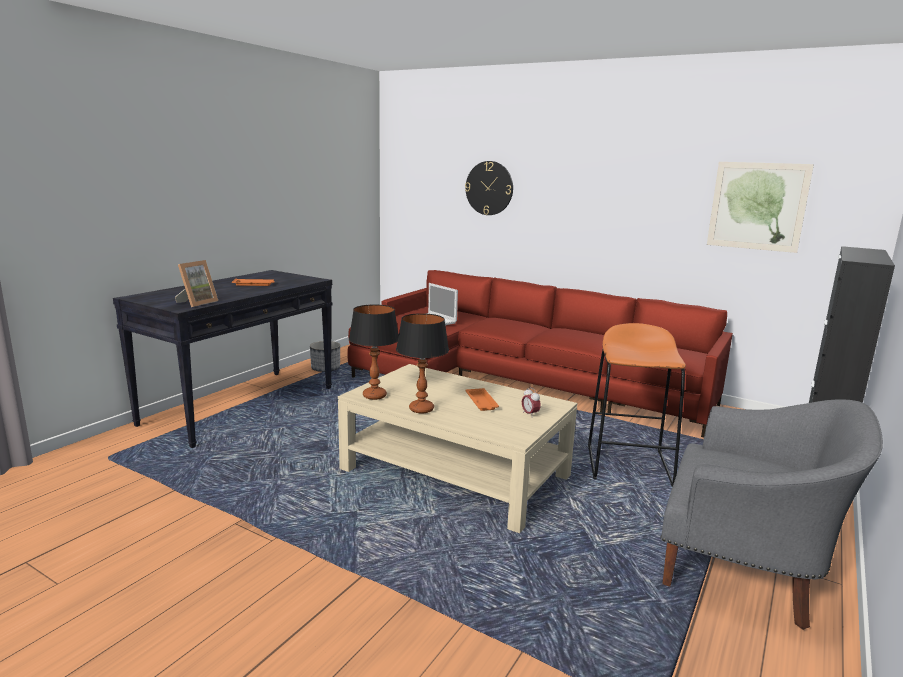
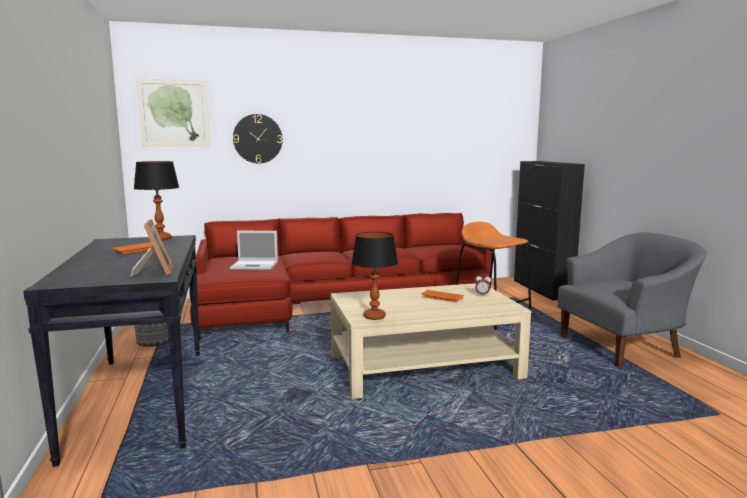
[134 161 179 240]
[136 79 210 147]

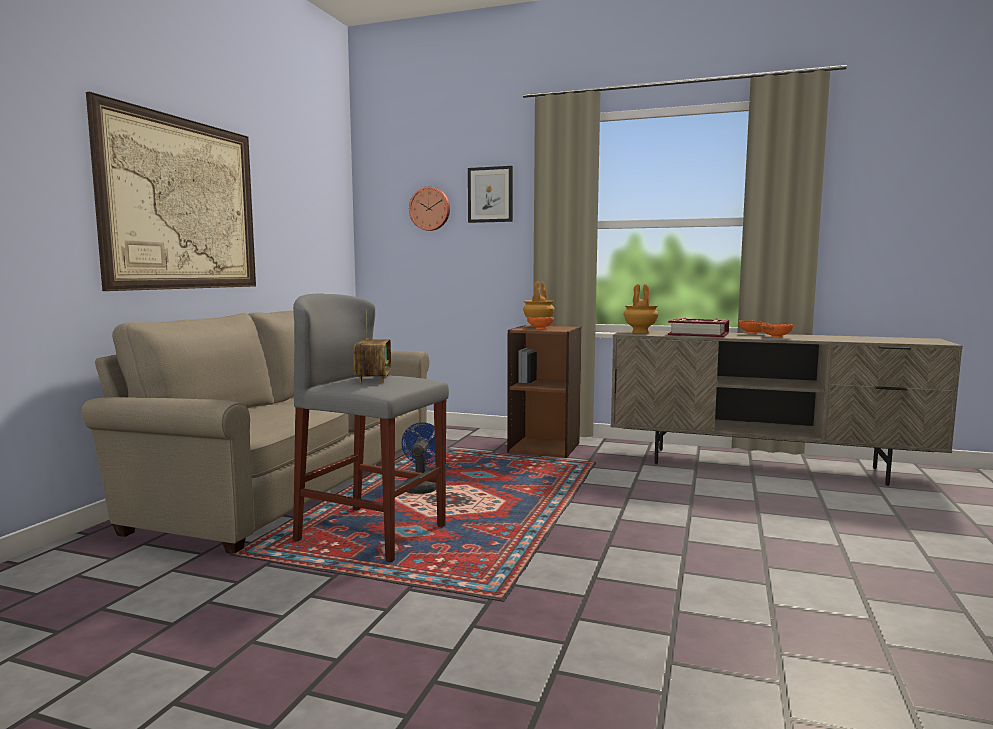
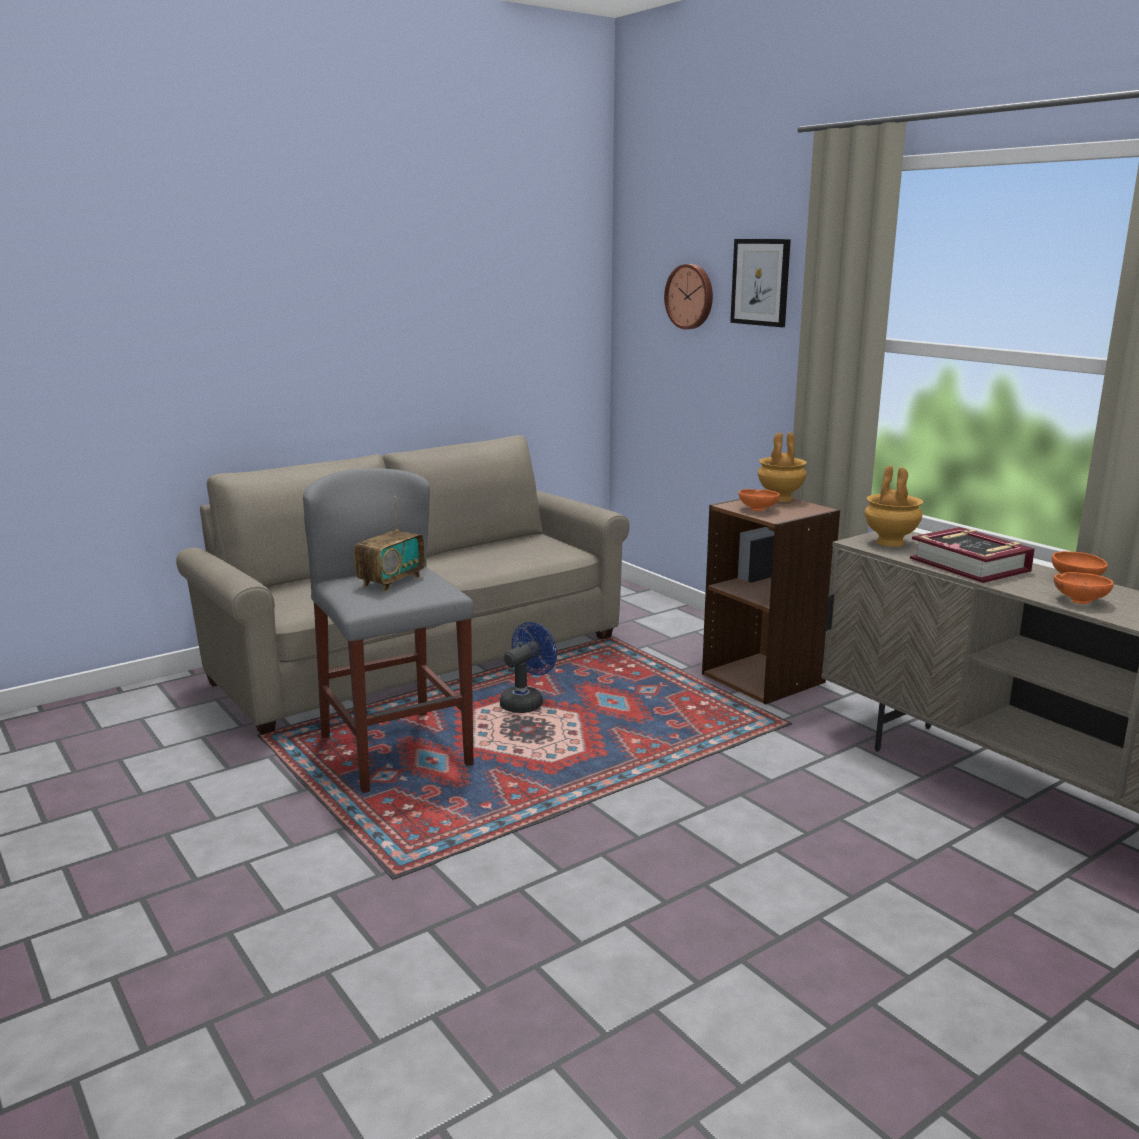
[86 92 256 291] (first image)

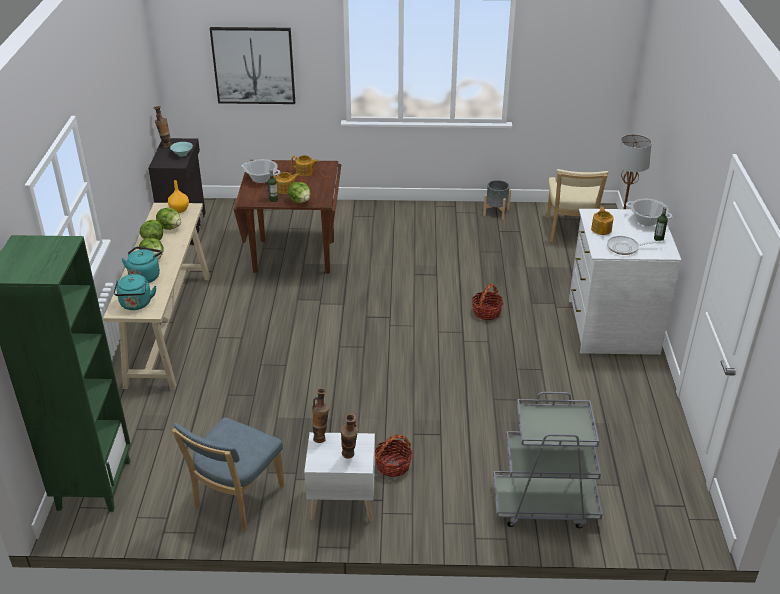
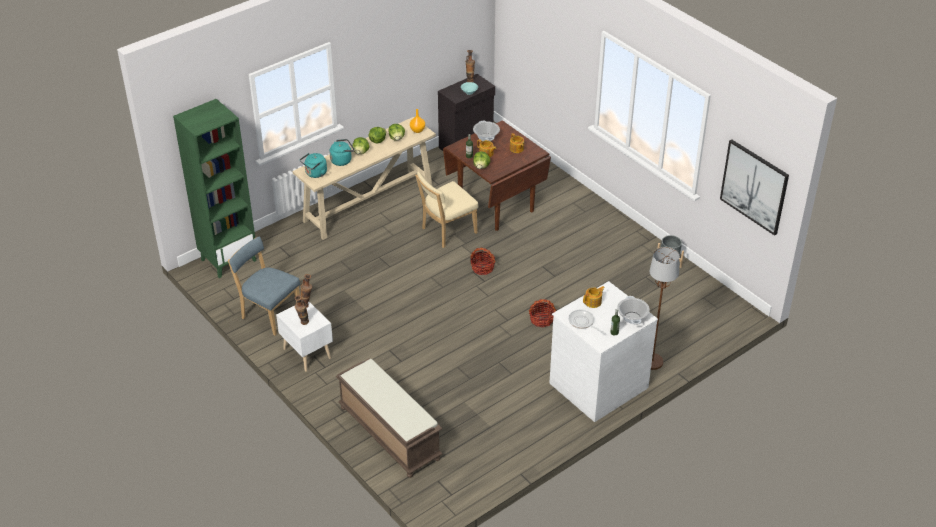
[228 237 300 336]
[720 140 789 236]
[470 247 496 275]
[336 358 443 478]
[415 172 479 248]

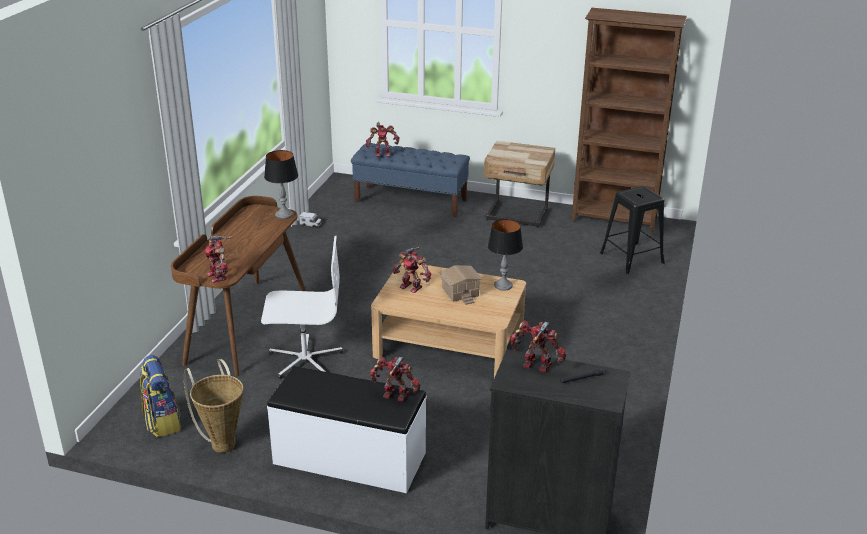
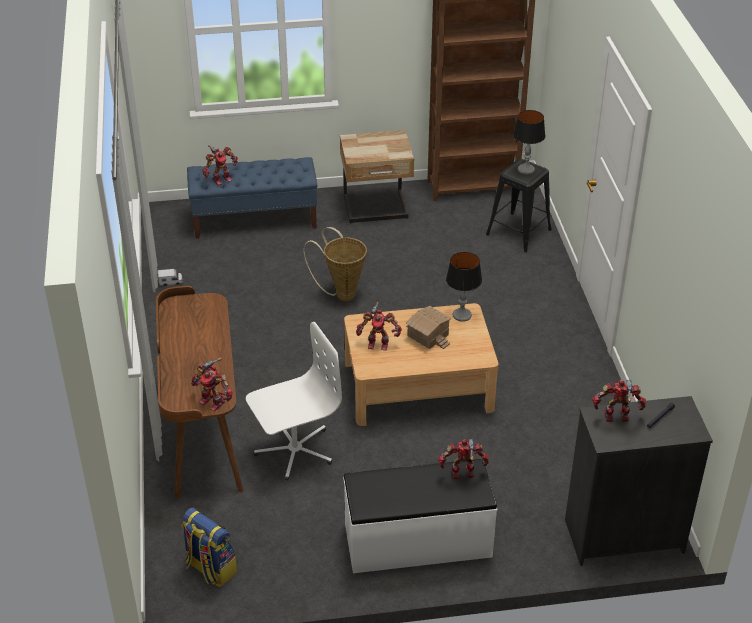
[304 227 367 301]
[513 110 545 175]

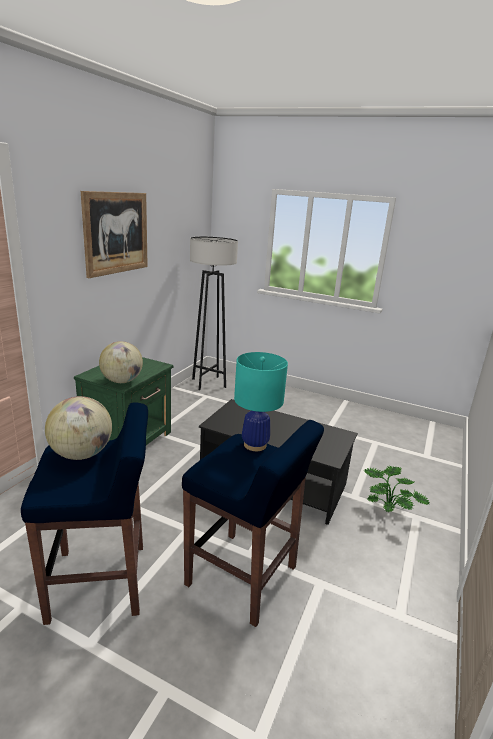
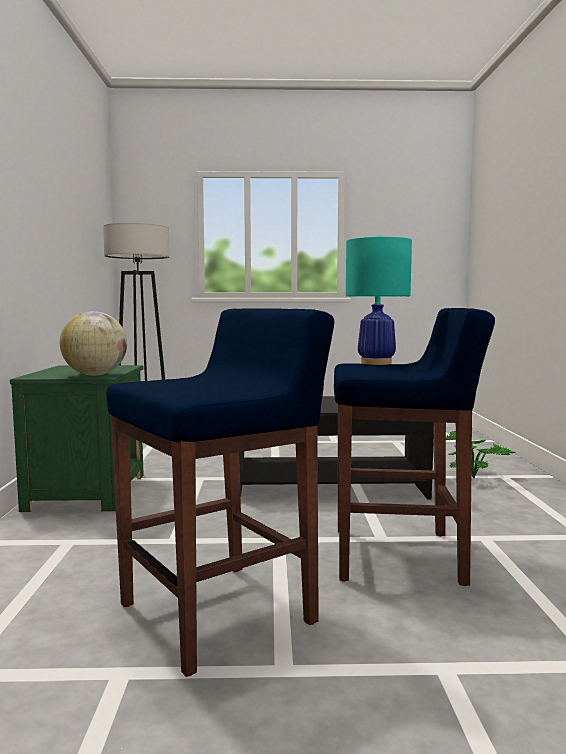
[45 396 112 460] (first image)
[81 191 148 278] (first image)

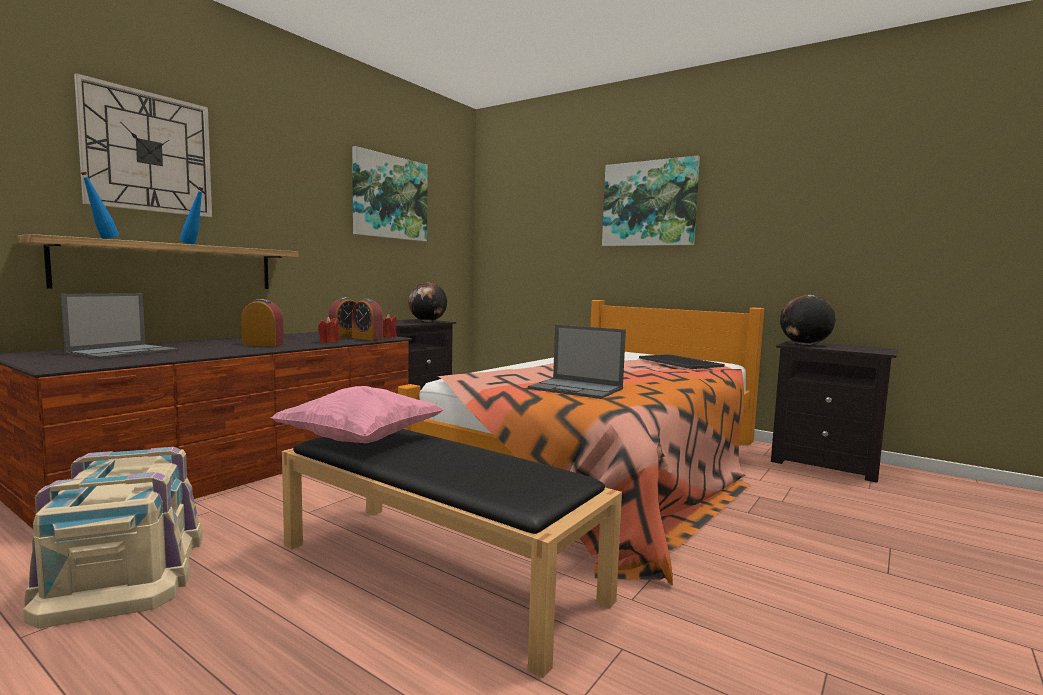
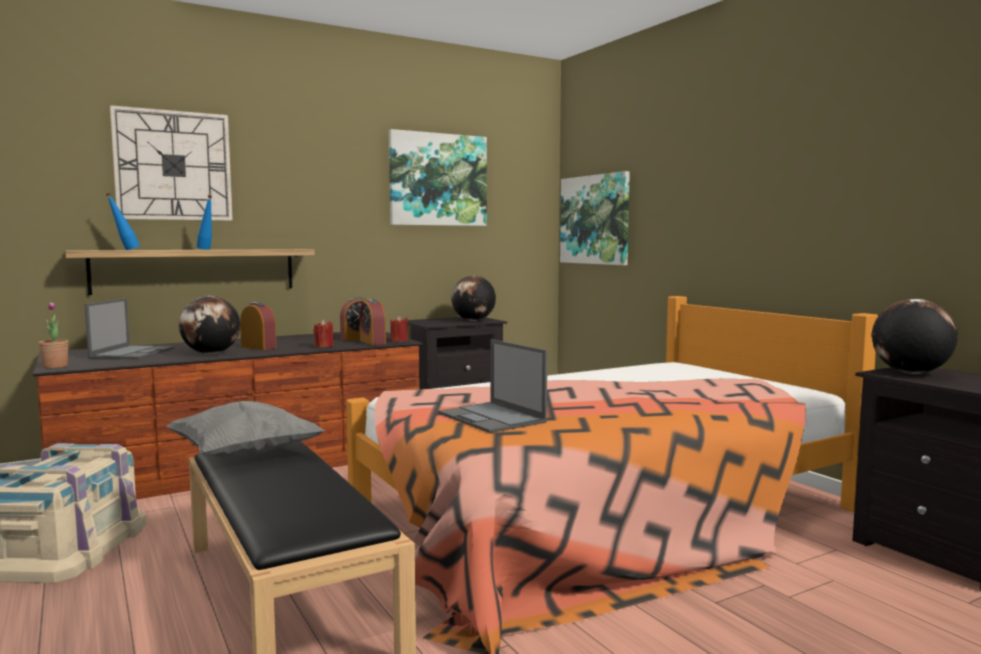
[84 298 174 359]
[166 401 325 459]
[560 171 630 265]
[639 354 724 369] (first image)
[39 302 68 368]
[179 296 240 354]

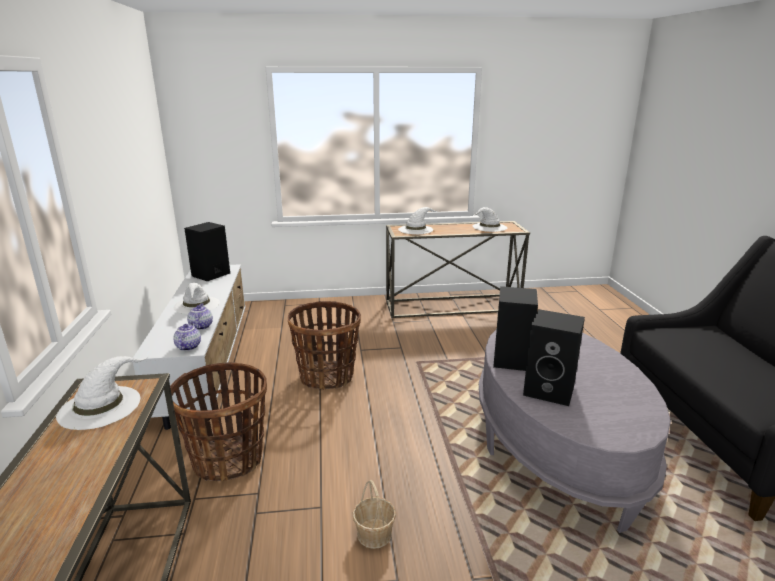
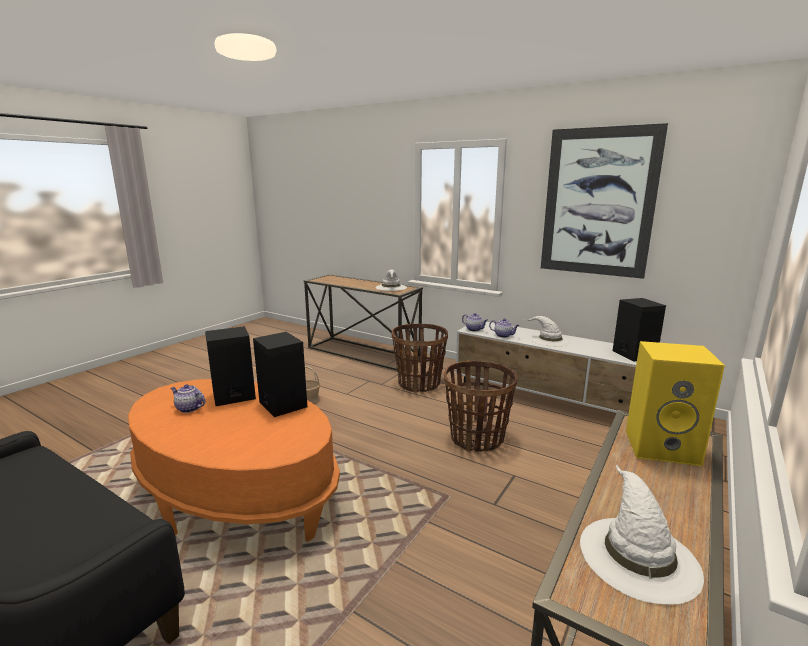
[626 341 725 466]
[128 379 340 542]
[171 384 206 413]
[541 123 668 279]

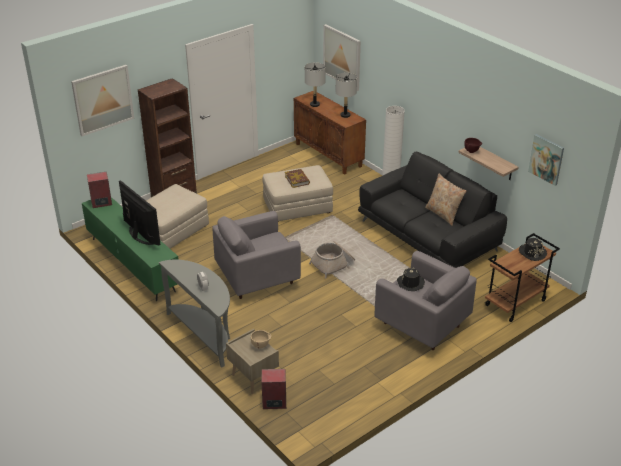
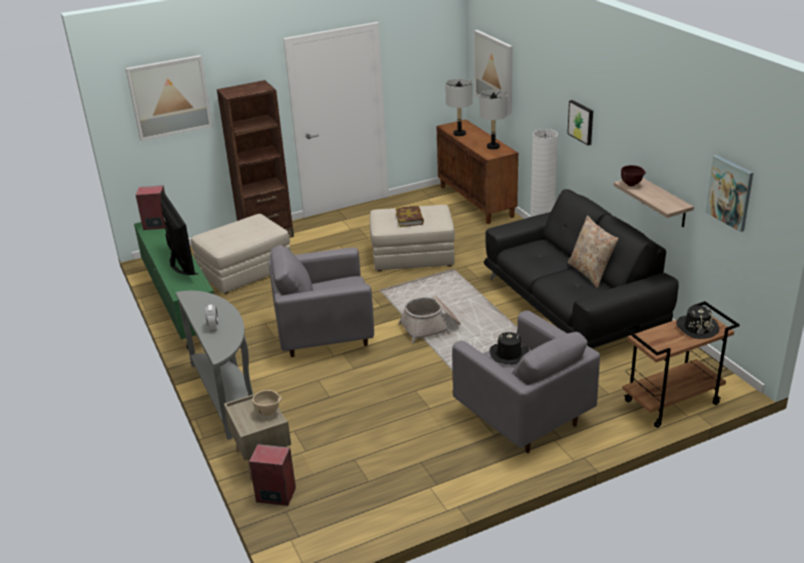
[567 100 593 145]

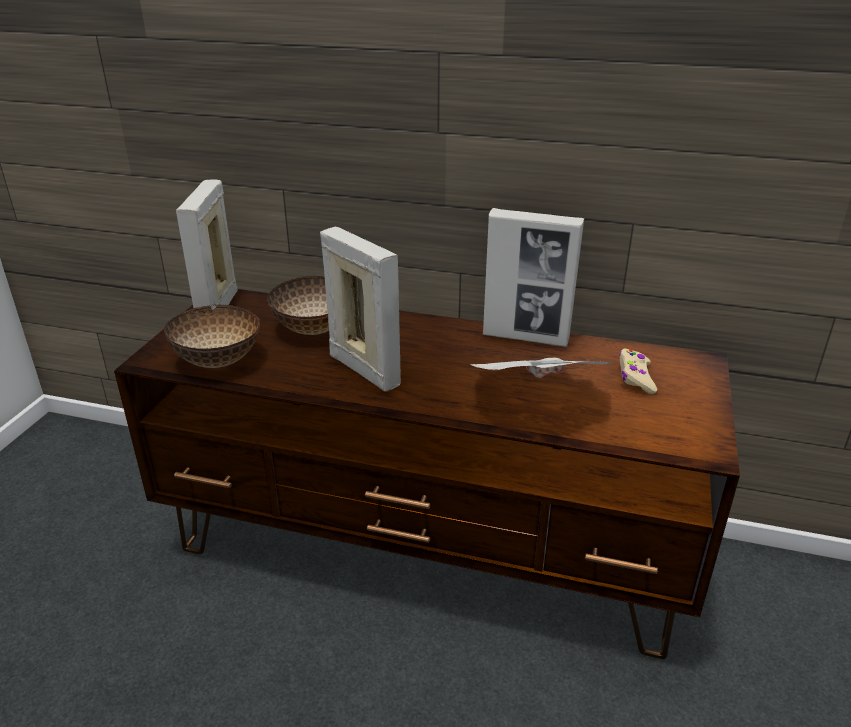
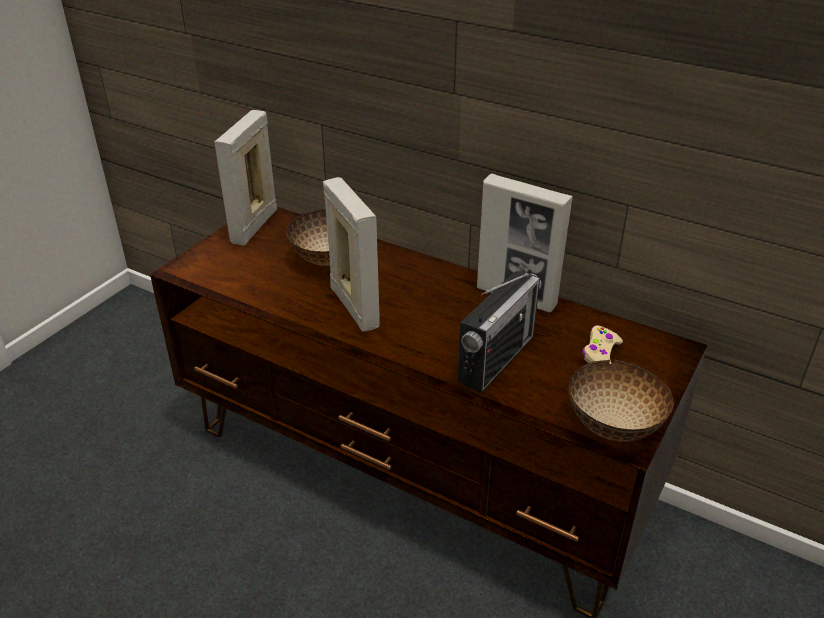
[568 359 674 441]
[457 271 542 393]

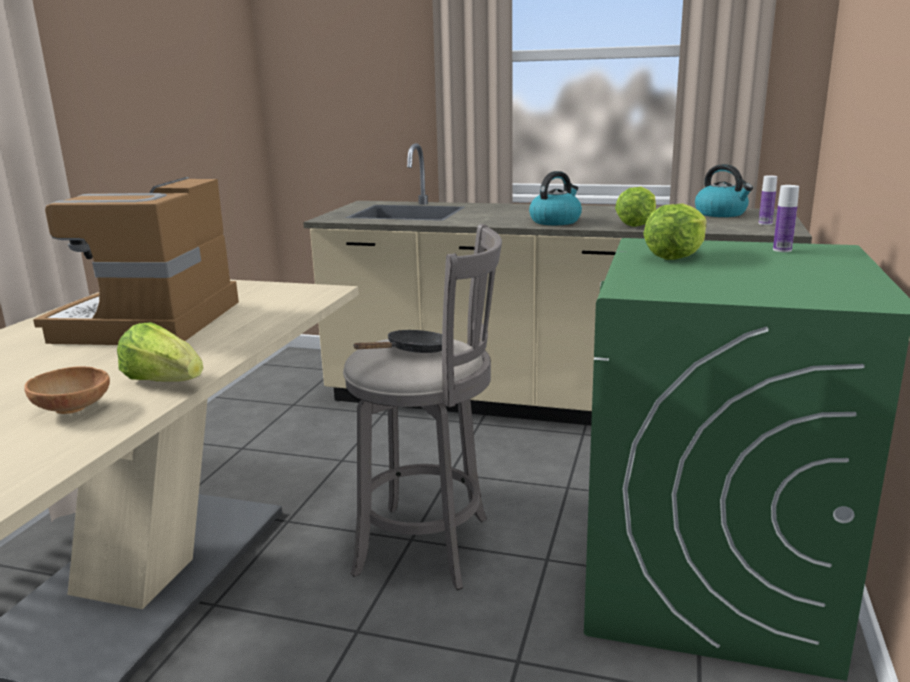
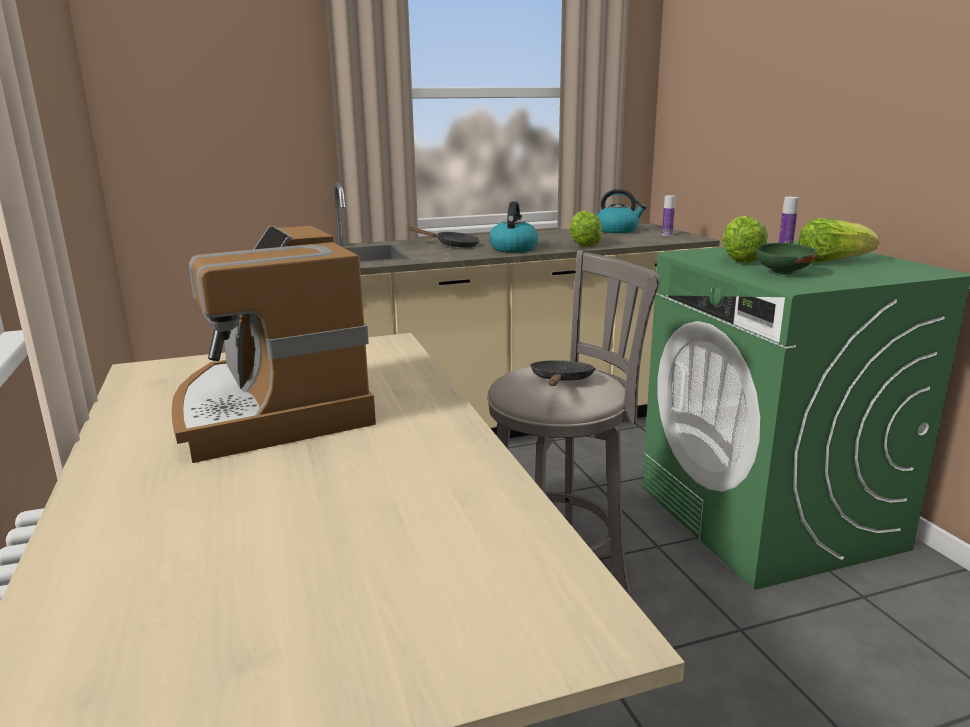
[24 366 110 414] (first image)
[798 218 879 263]
[408 227 479 248]
[756 243 816 275]

